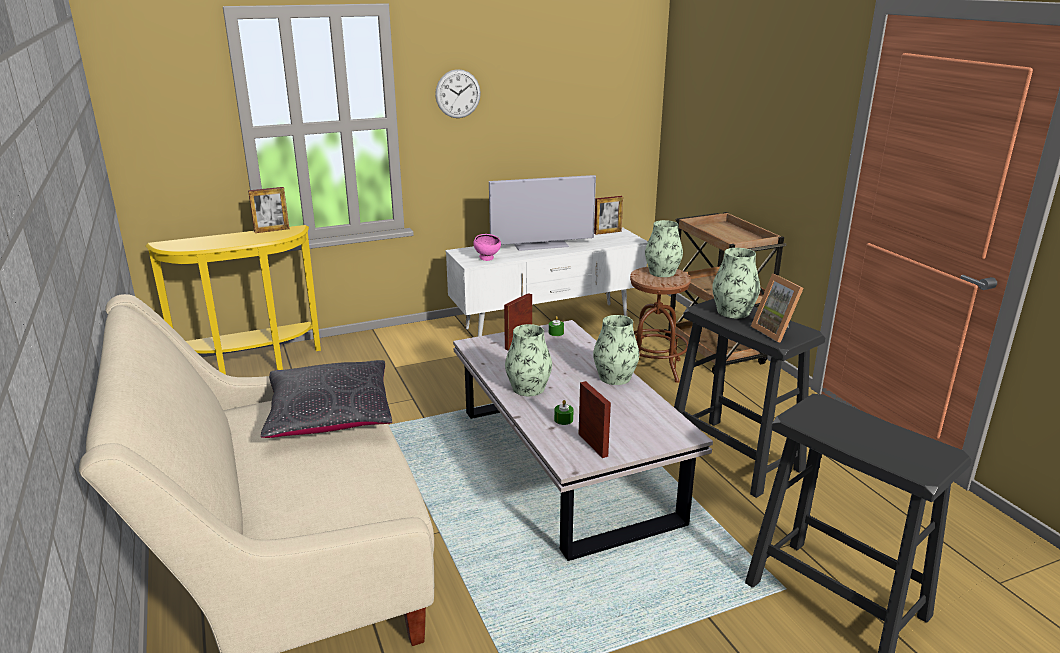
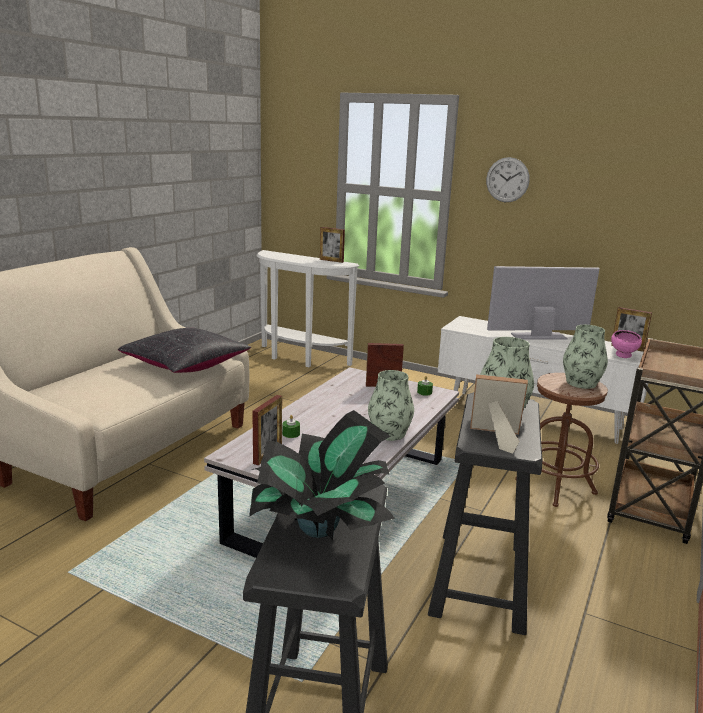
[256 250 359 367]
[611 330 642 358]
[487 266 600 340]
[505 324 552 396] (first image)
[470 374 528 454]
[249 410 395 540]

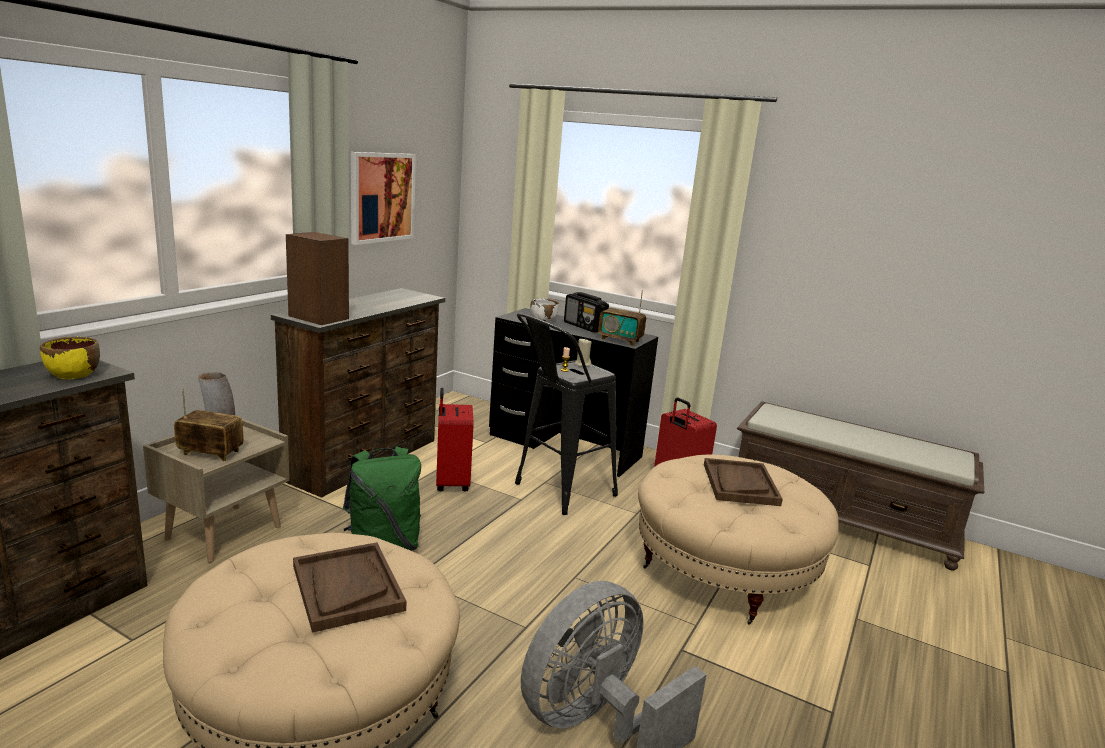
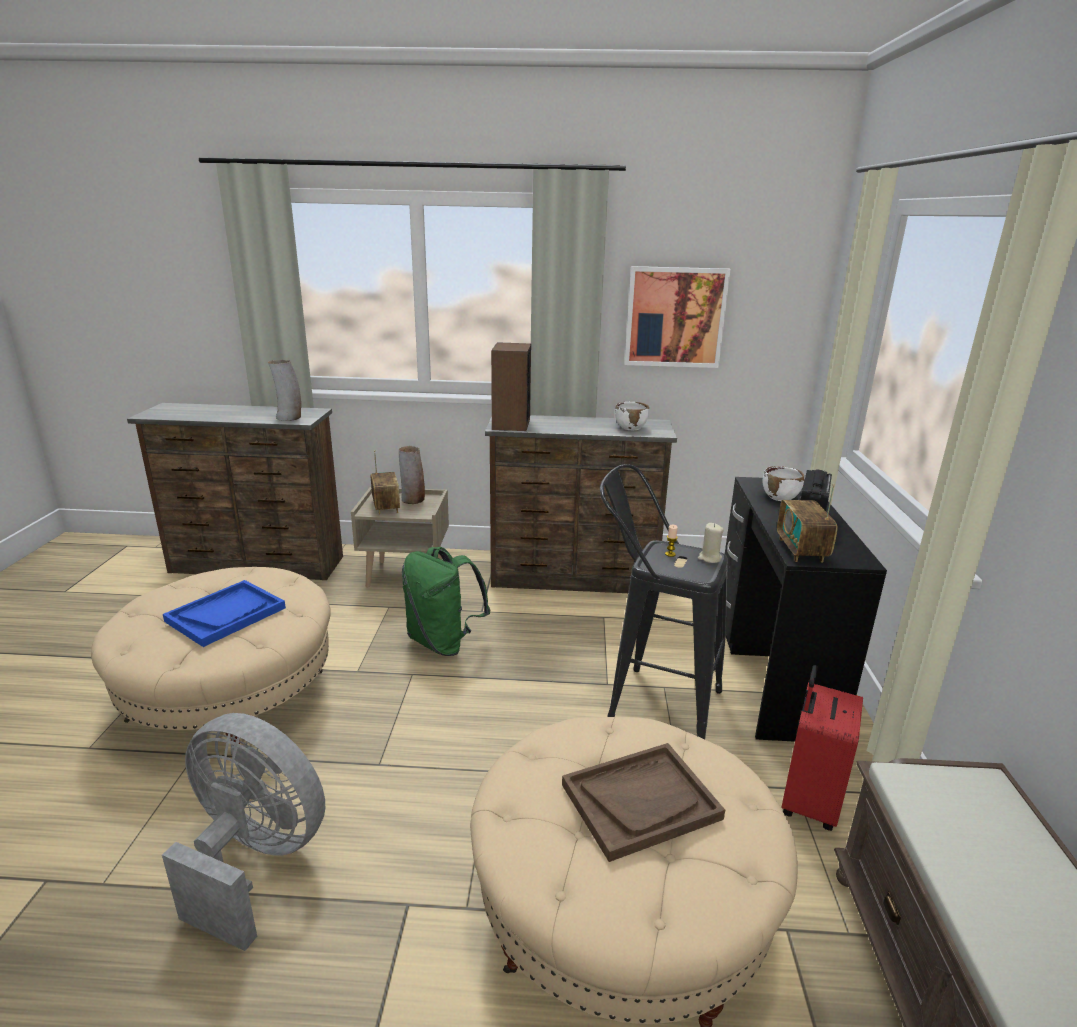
[268 360 301 421]
[163 580 286 647]
[436 388 474 491] (first image)
[615 402 649 430]

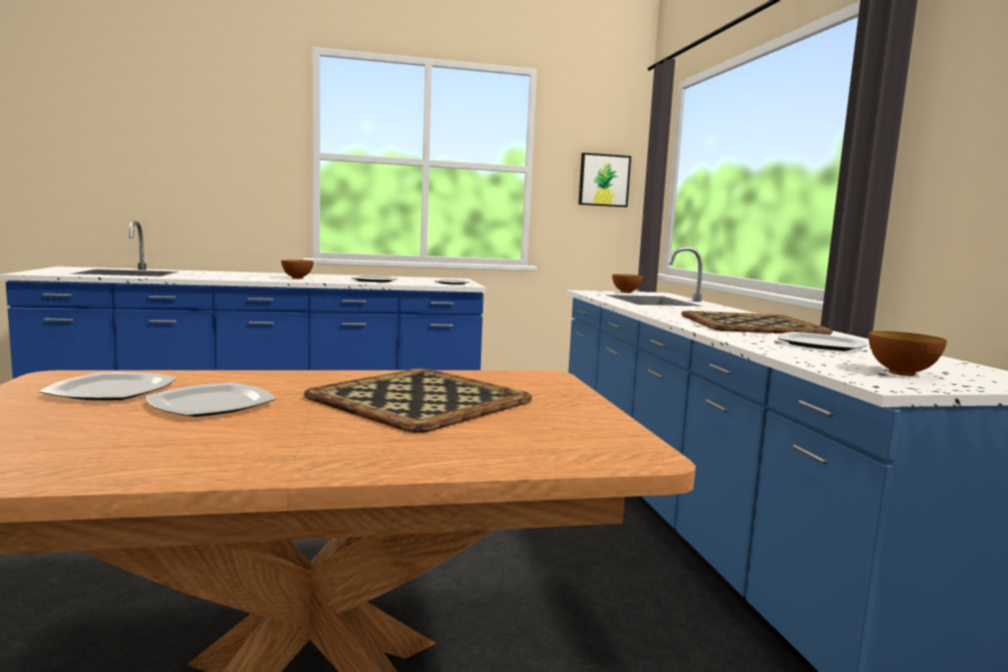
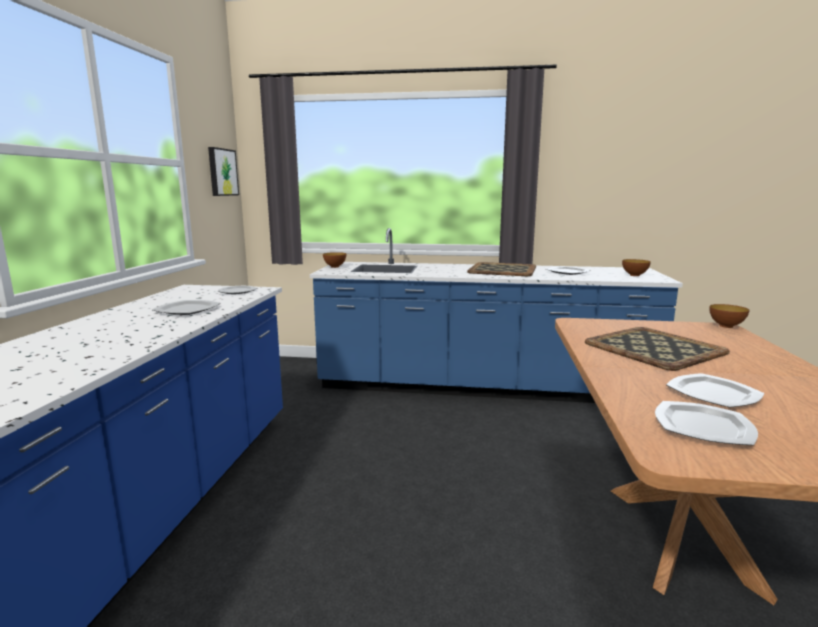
[709 304 750 328]

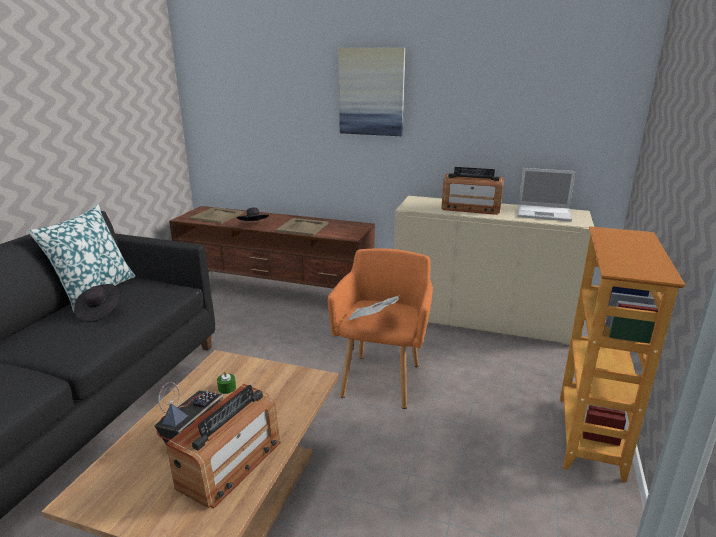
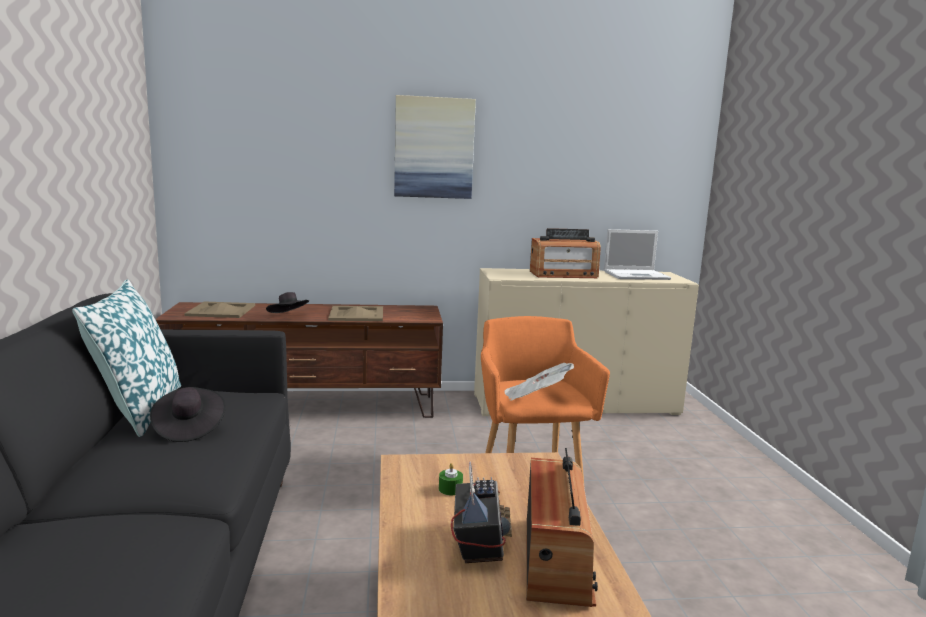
[560 226 685 482] (first image)

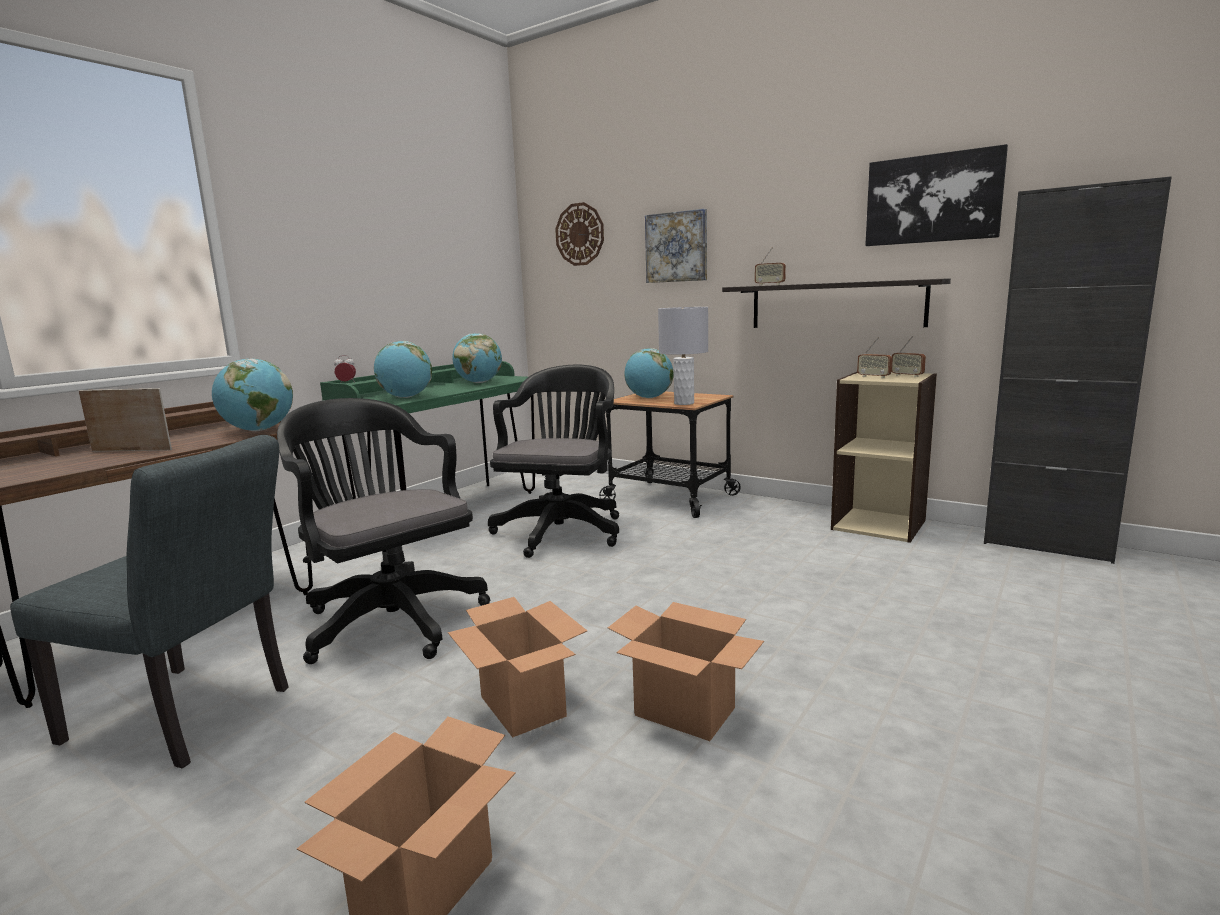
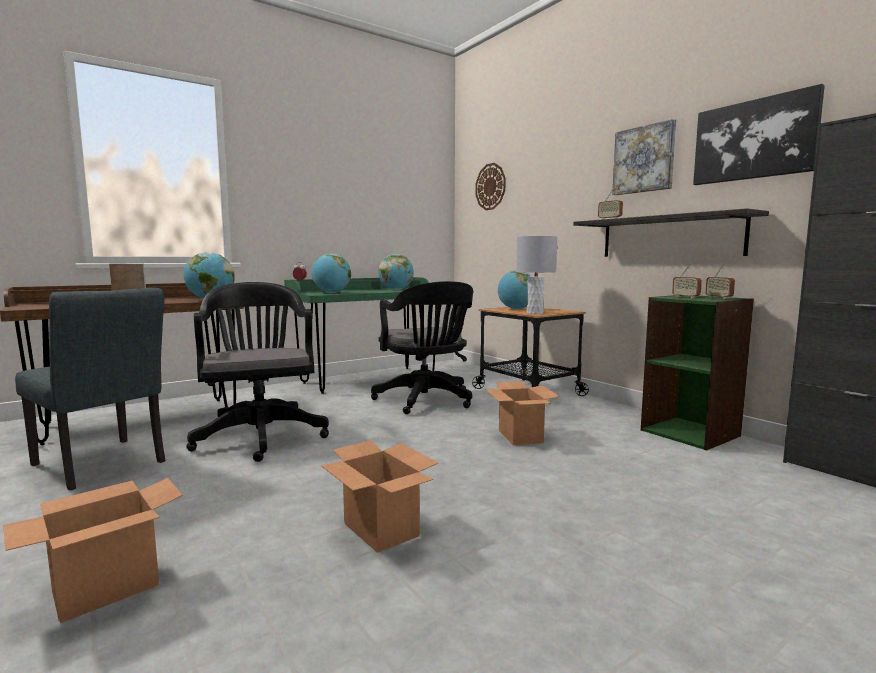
[485 382 560 445]
[371 281 473 414]
[612 119 676 195]
[641 295 754 451]

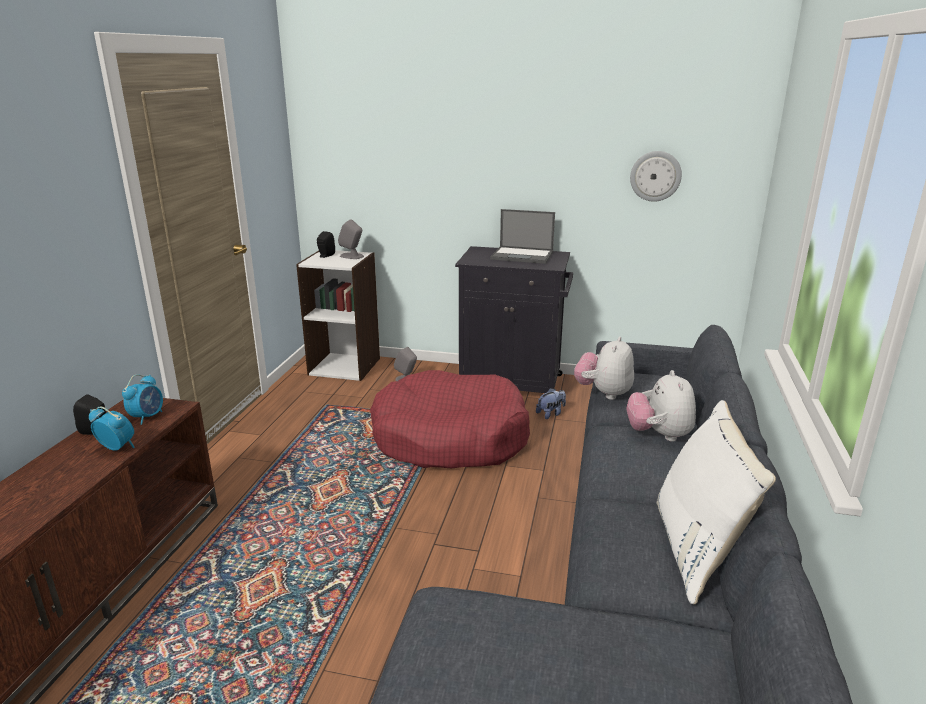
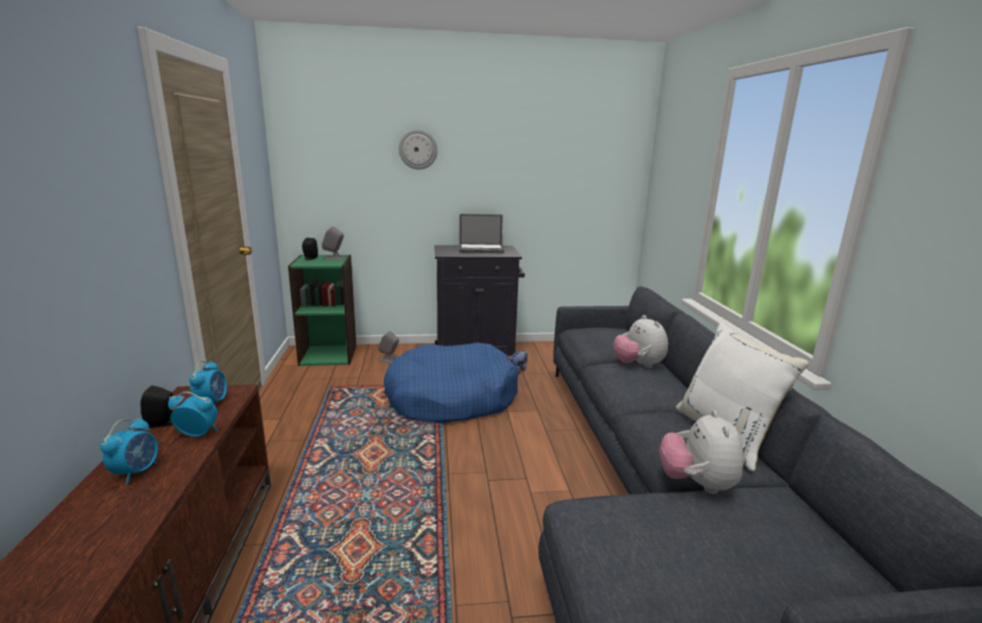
[288 255 356 366]
[384 343 518 423]
[659 410 743 494]
[399 129 438 170]
[100 418 158 484]

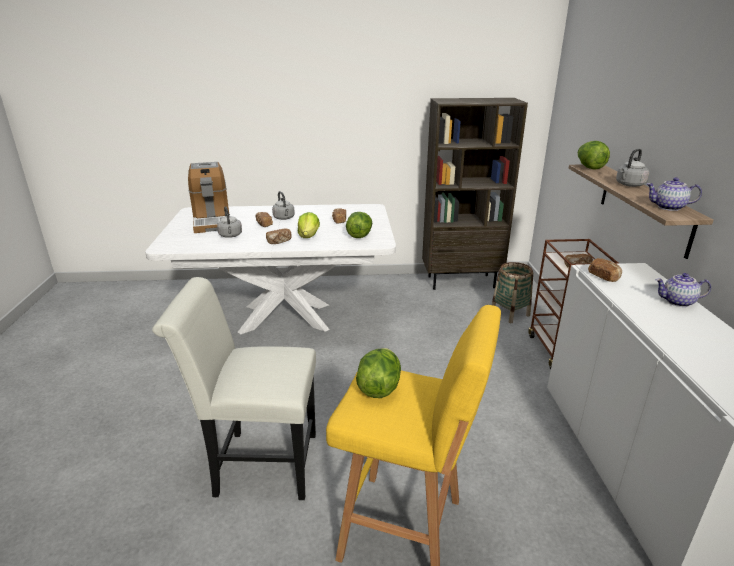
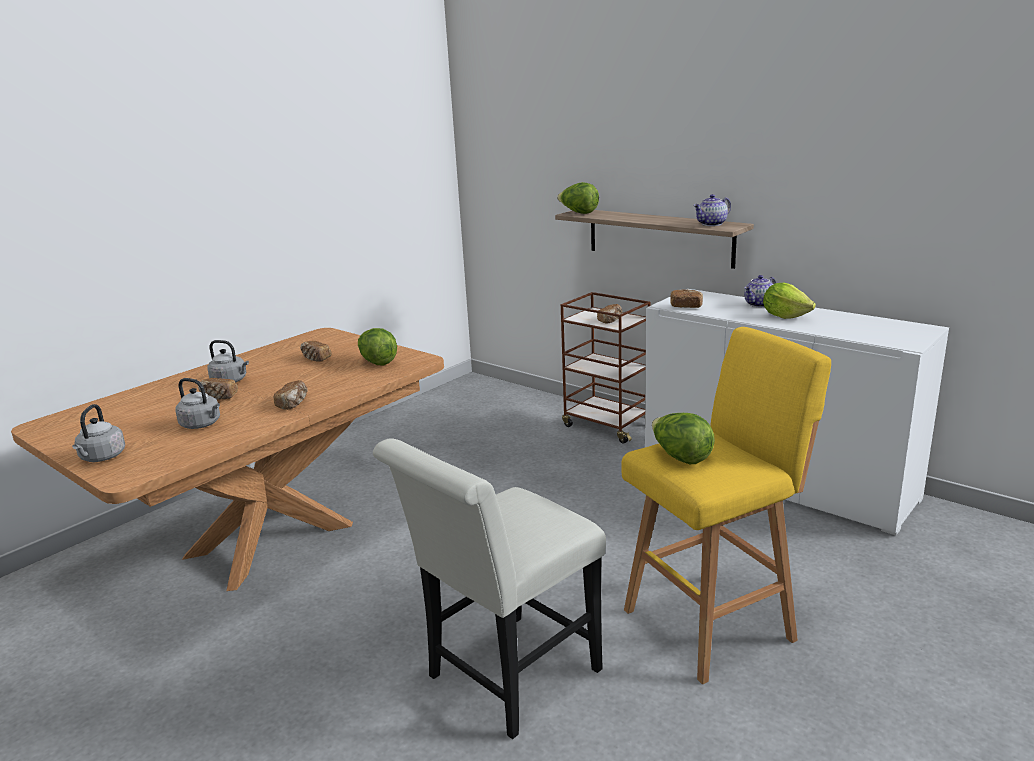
[11 328 444 591]
[188 162 229 233] (first image)
[763 283 816 319]
[422 98 528 290] (first image)
[492 262 533 323] (first image)
[72 404 125 462]

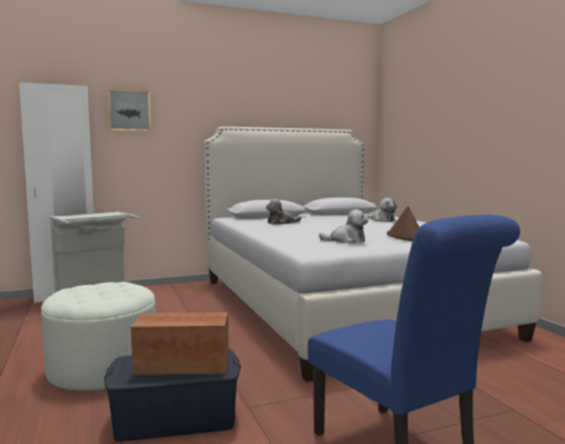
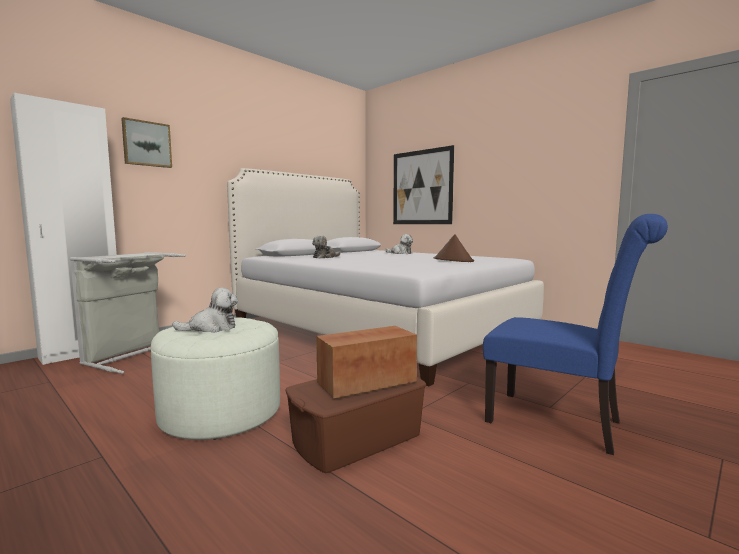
[286 377 426 473]
[172 288 238 333]
[393 145 454 224]

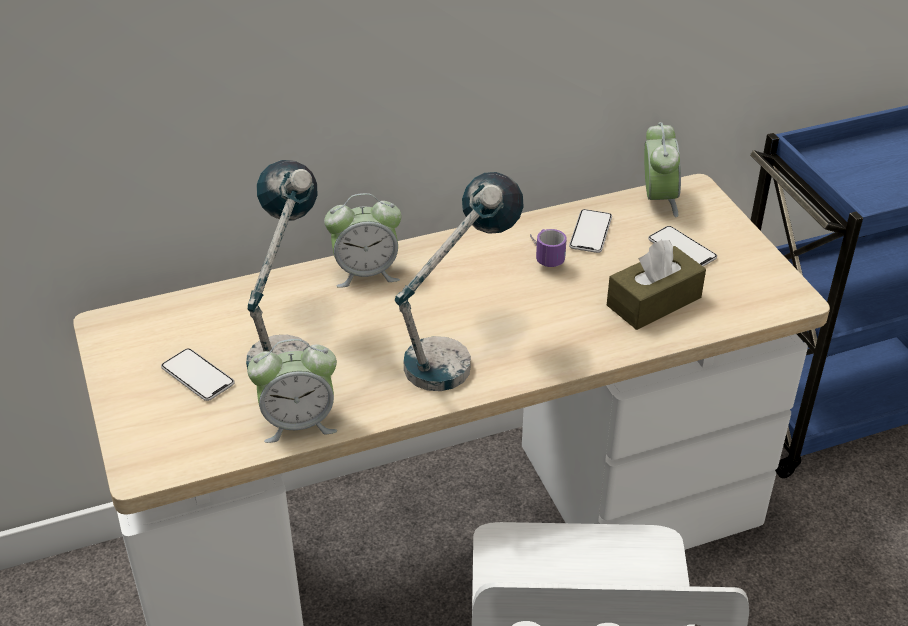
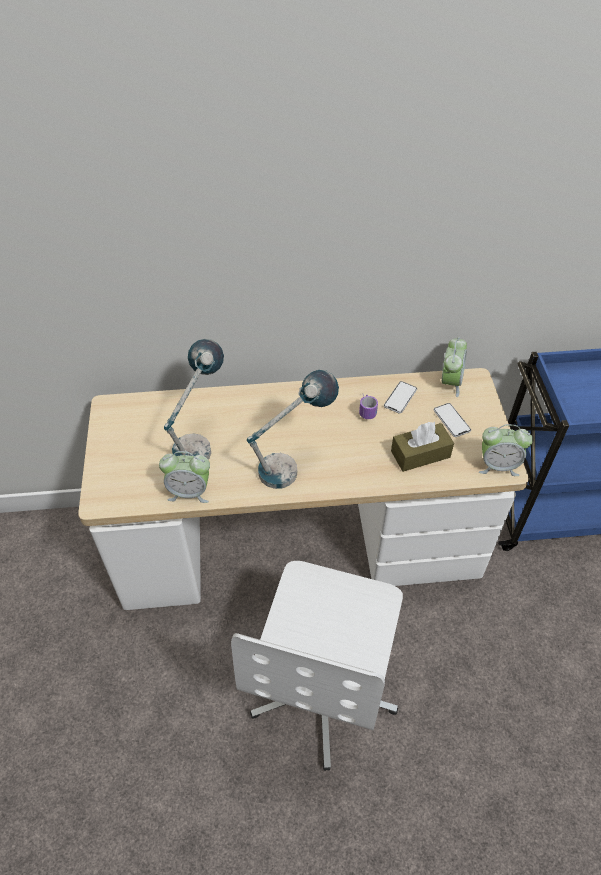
[161 348 234 401] (first image)
[479 424 533 476]

